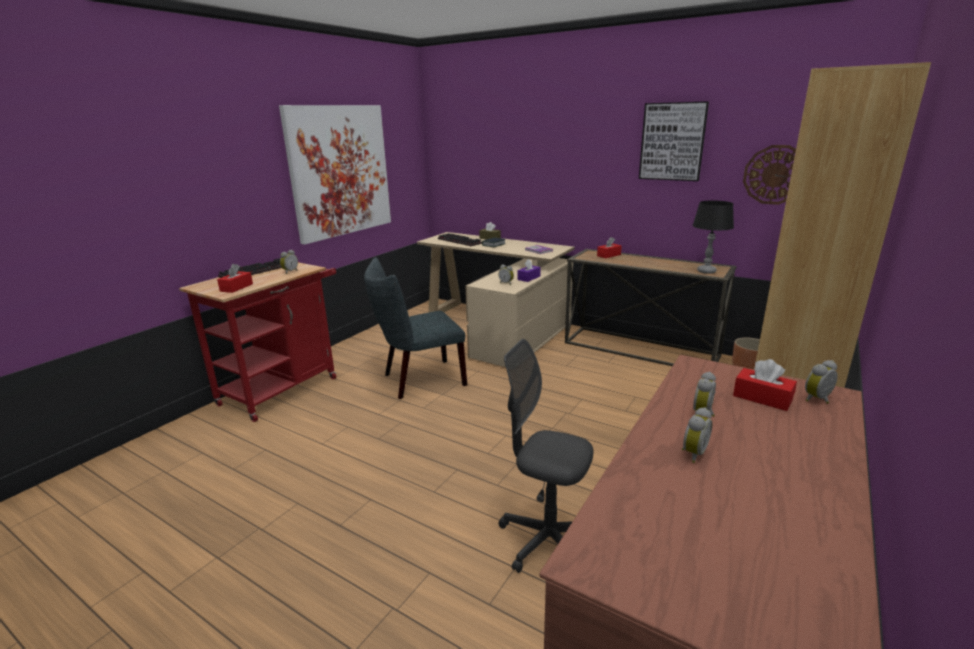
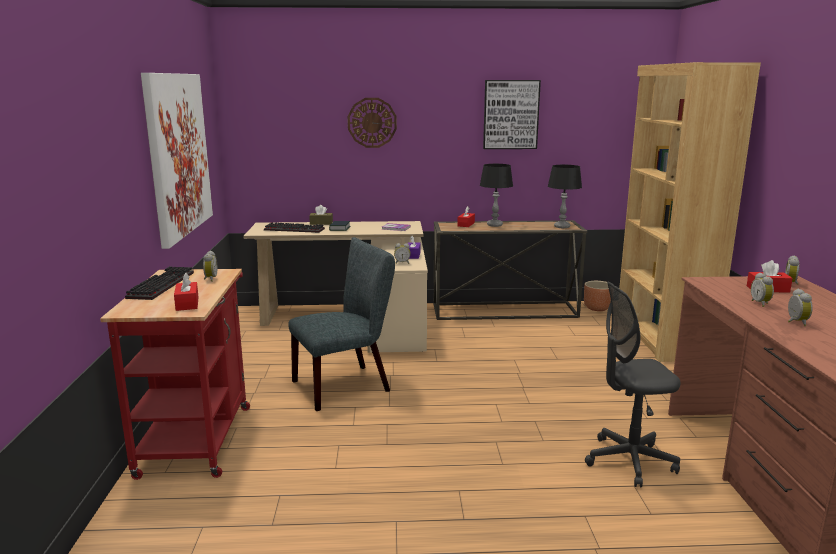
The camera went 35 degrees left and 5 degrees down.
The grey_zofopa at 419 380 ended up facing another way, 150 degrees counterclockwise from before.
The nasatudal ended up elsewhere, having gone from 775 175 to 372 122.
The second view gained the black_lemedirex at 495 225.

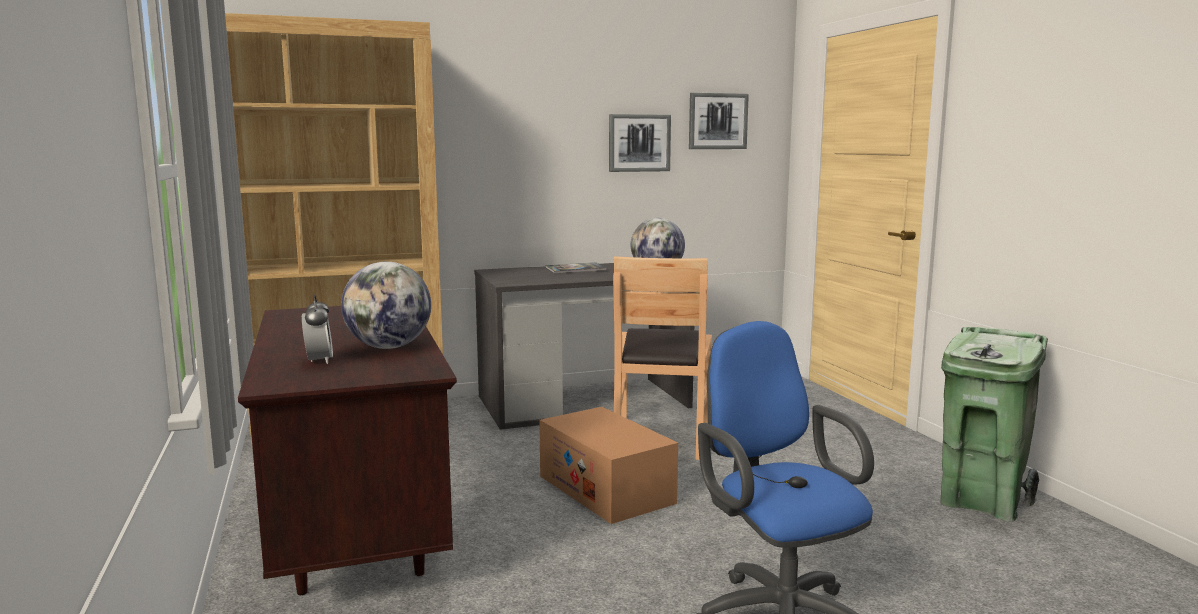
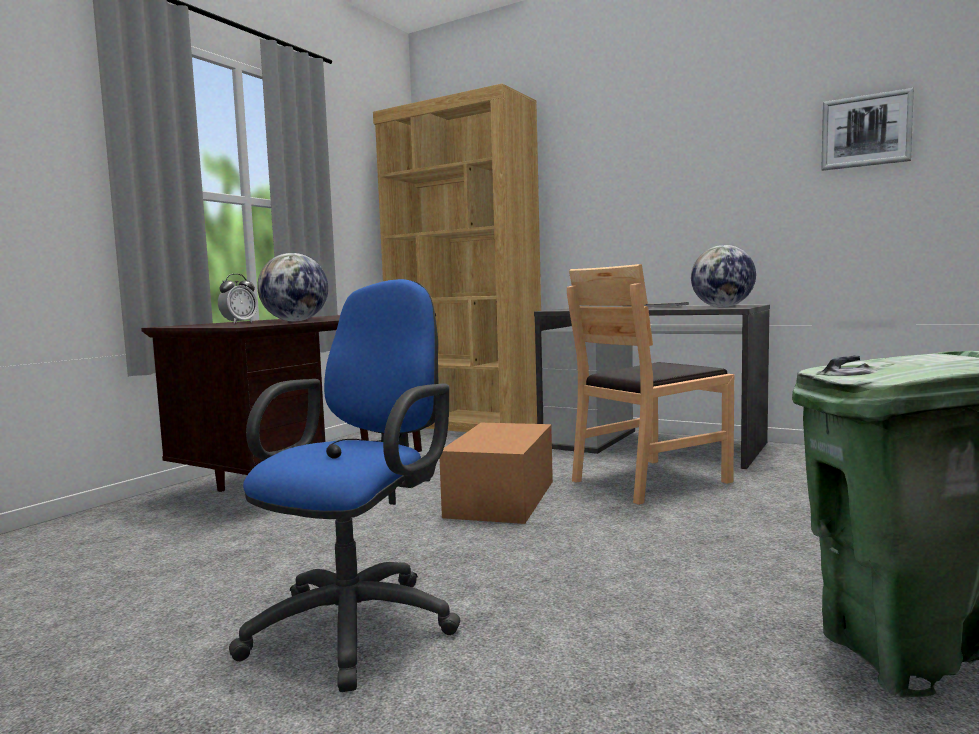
The camera went 50 degrees right and 5 degrees down.
The second view lost the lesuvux at 639 143.

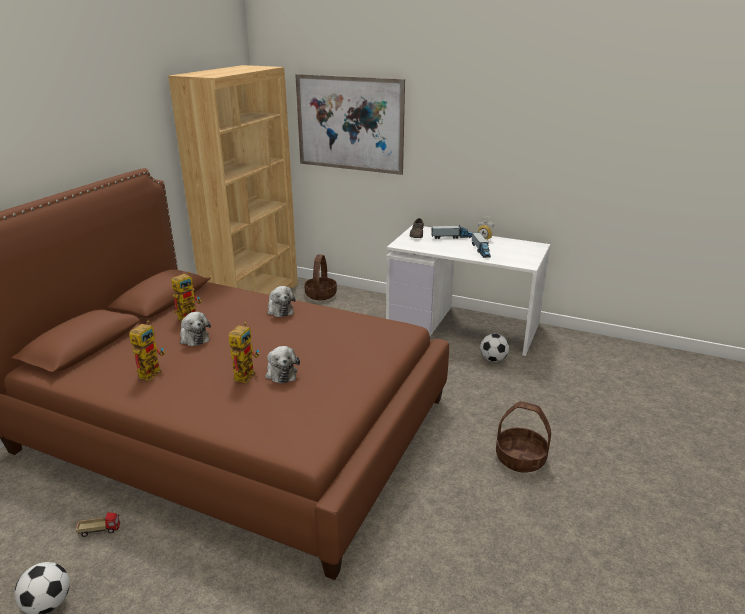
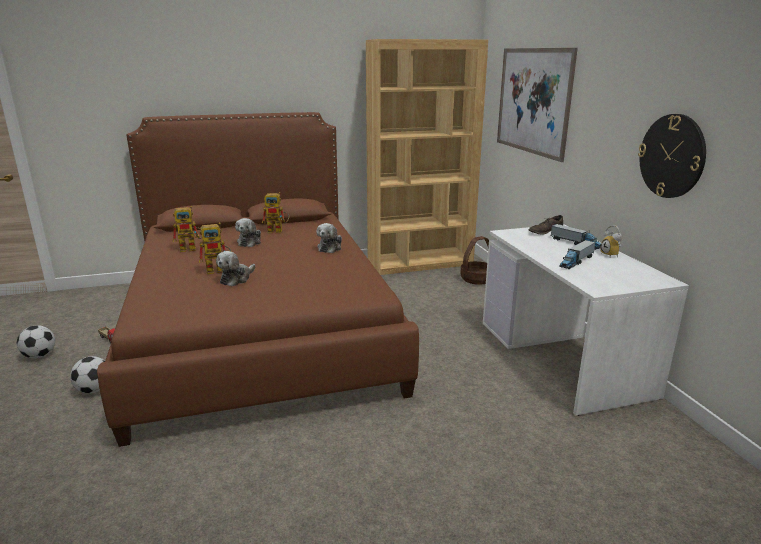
The camera went 50 degrees right and 5 degrees down.
The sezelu ended up elsewhere, having gone from 493 359 to 94 390.
The second view gained the nasatudal at 672 156.
The second view lost the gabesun at 520 458.

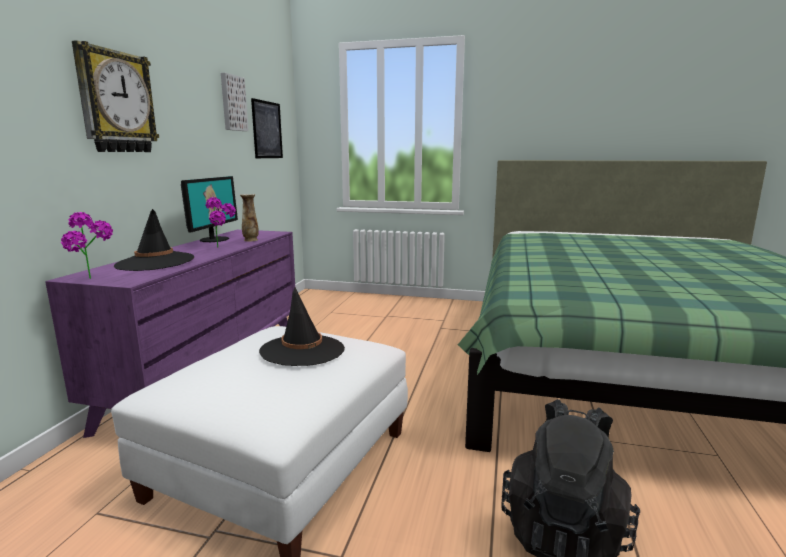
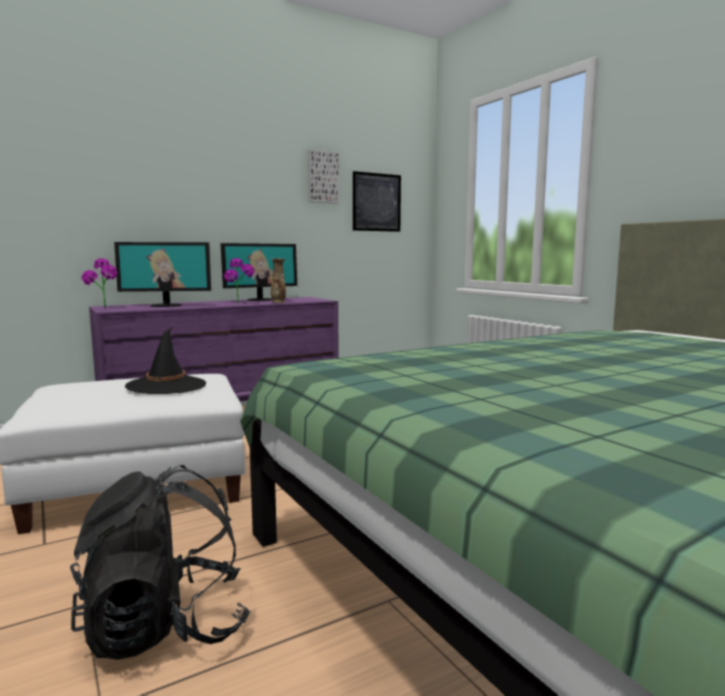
The camera went 45 degrees right and 5 degrees down.
Where the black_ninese stood at 155 262, the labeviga came to stand at 166 305.
The second view lost the nasatudal at 116 102.

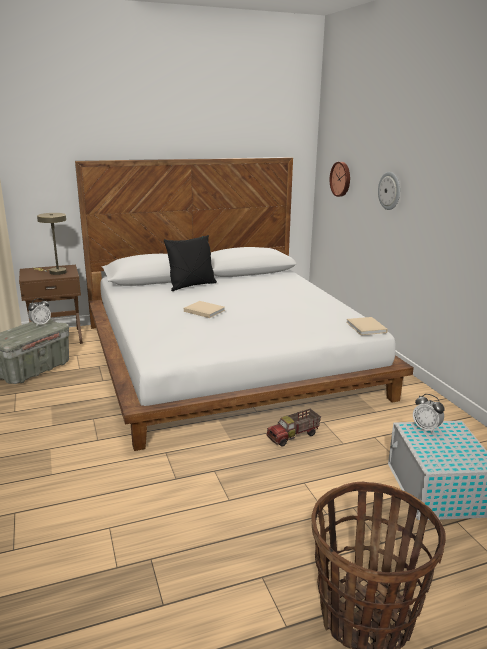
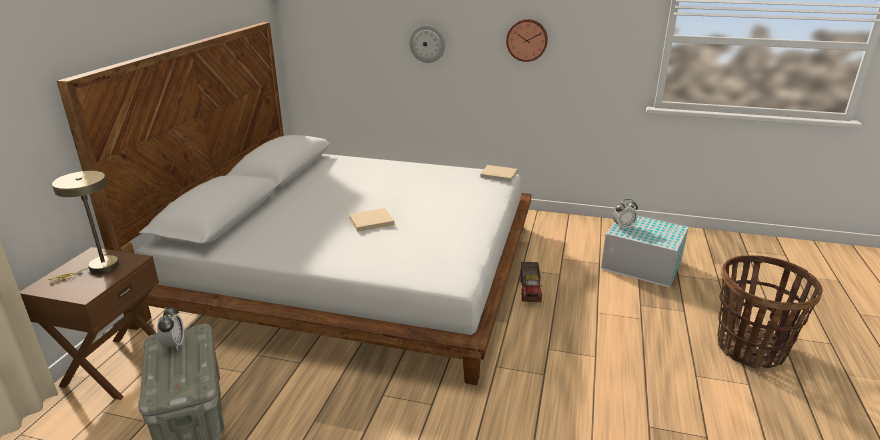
The camera went 55 degrees left and 5 degrees up.
The nasatudal ended up elsewhere, having gone from 341 179 to 527 40.
The second view lost the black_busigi at 191 285.

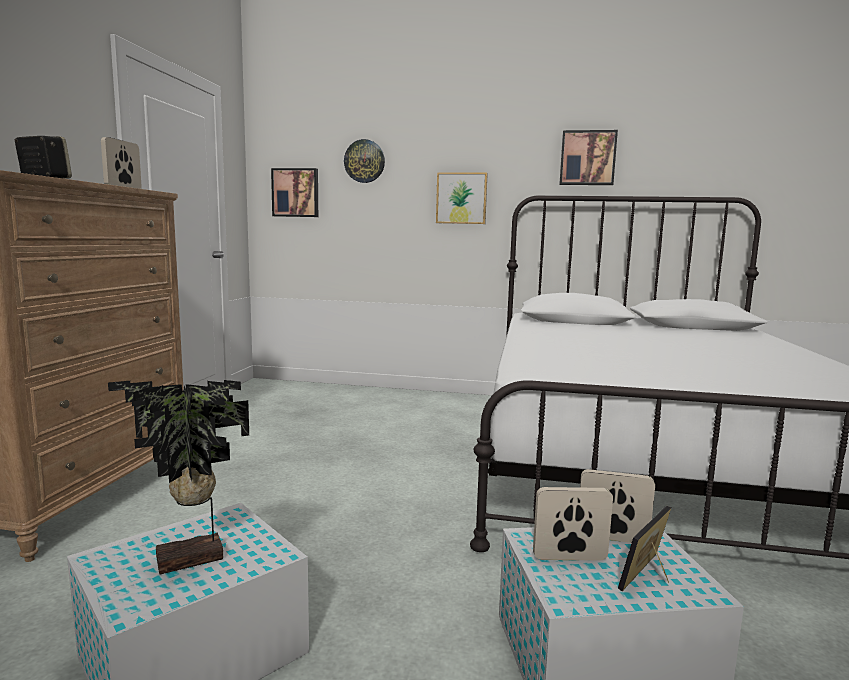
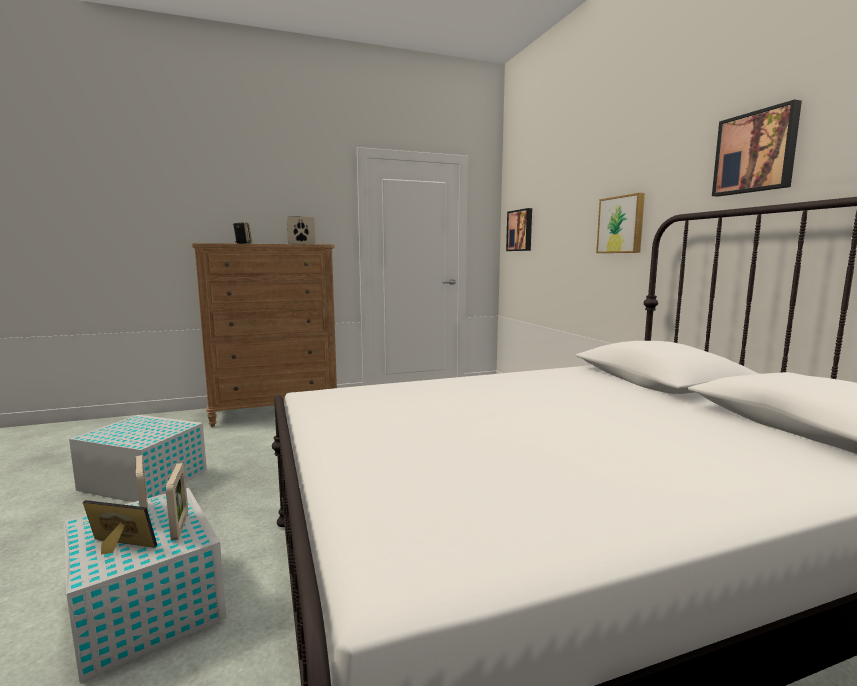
The camera went 60 degrees right and 0 degrees up.
The second view lost the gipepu at 192 561.
The second view lost the nasatudal at 364 161.

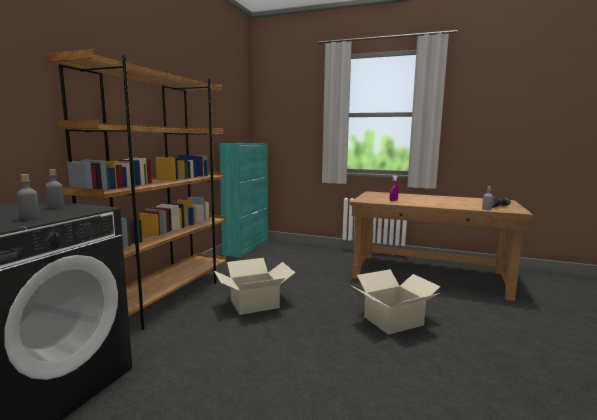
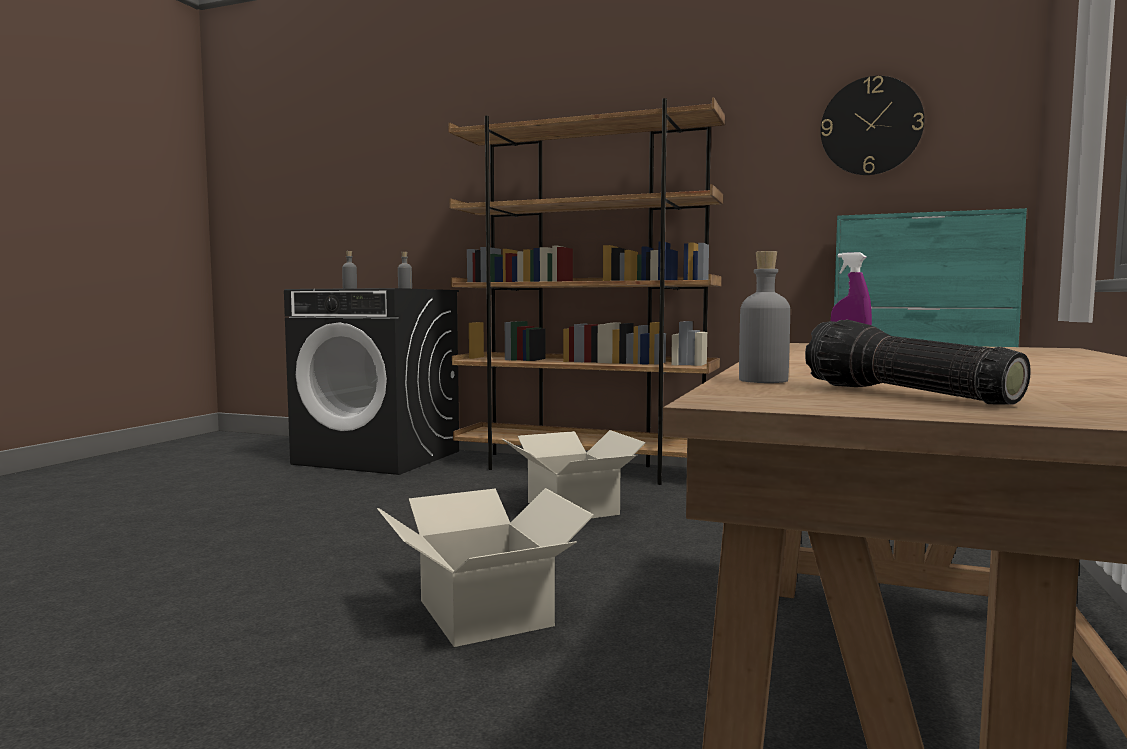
The camera went 90 degrees right and 5 degrees down.
The second view gained the nasatudal at 871 126.

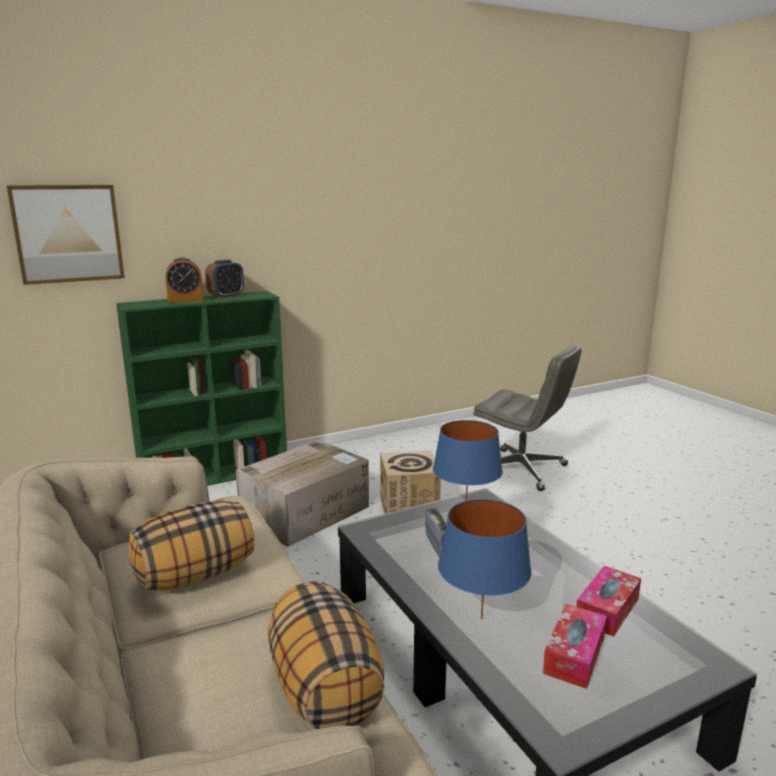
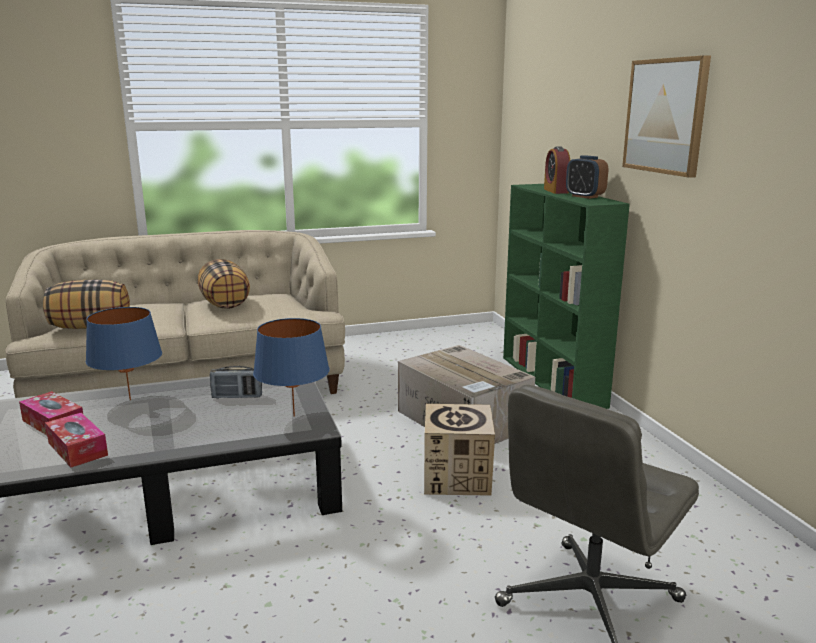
The camera went 100 degrees right and 0 degrees up.
The lesuvux ended up elsewhere, having gone from 68 233 to 666 116.

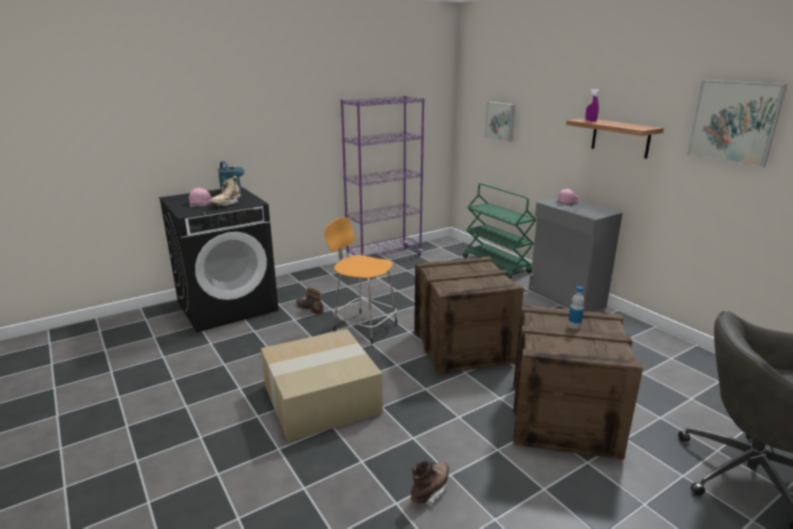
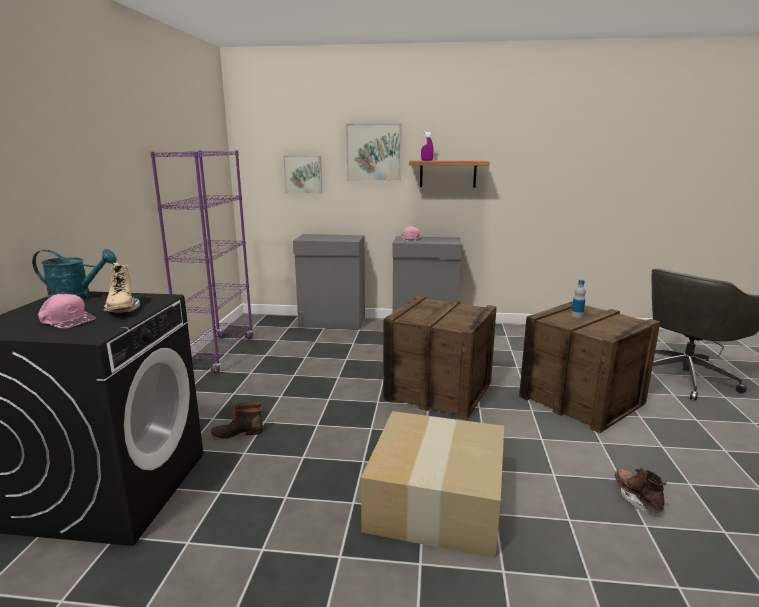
The camera went 50 degrees left and 5 degrees down.
Where the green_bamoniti stood at 496 265, the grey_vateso came to stand at 332 322.
The lesuvux ended up elsewhere, having gone from 734 122 to 373 152.
The second view lost the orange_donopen at 363 327.

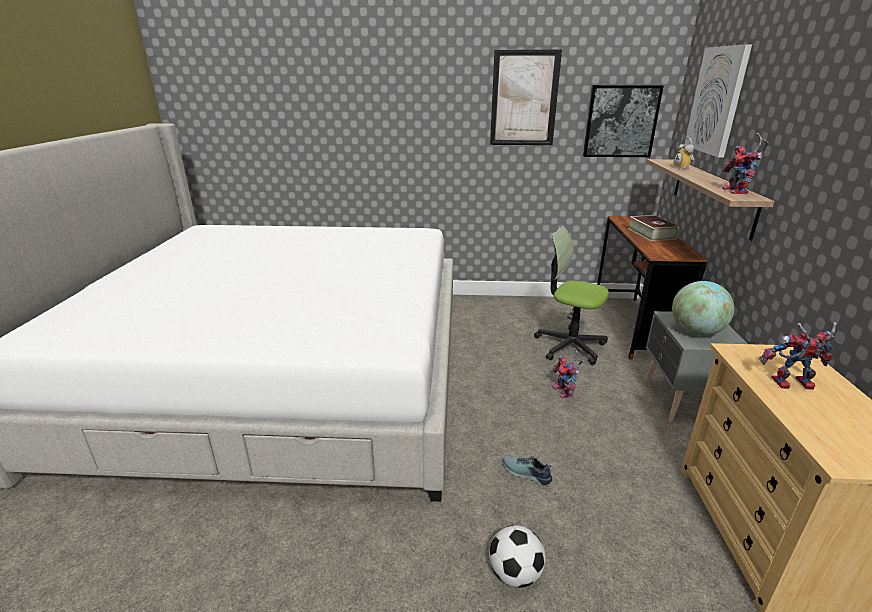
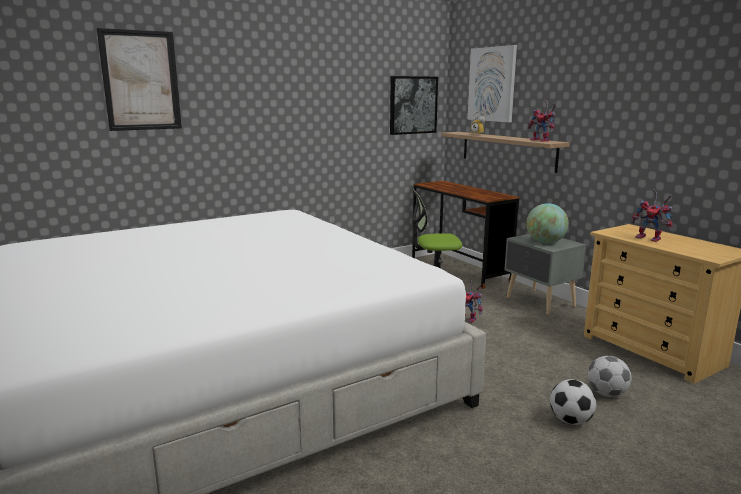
The camera went 35 degrees left and 10 degrees down.
The lesuvux ended up elsewhere, having gone from 524 99 to 141 81.
The second view gained the sezelu at 607 393.
The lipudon at 790 385 ended up facing another way, 105 degrees counterclockwise from before.
The second view lost the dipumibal at 526 473.
The second view lost the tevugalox at 651 234.

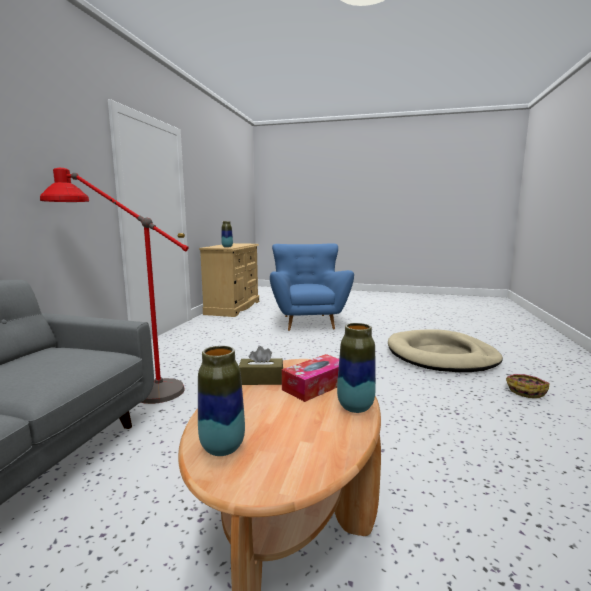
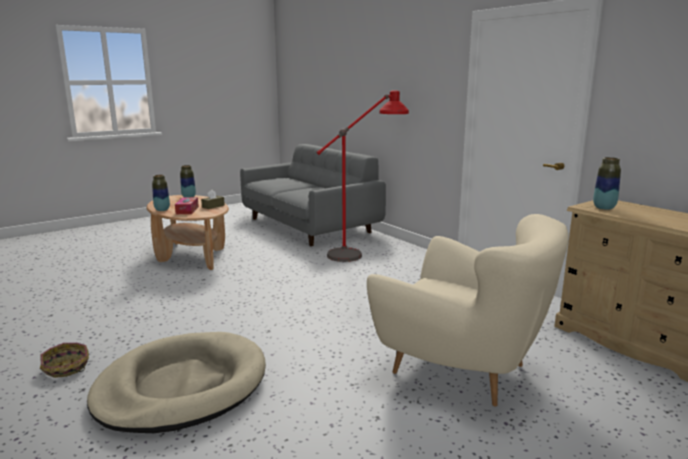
The camera went 130 degrees right and 5 degrees up.
What was the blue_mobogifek at 307 322 turned into the beige_mobogifek at 462 369.

